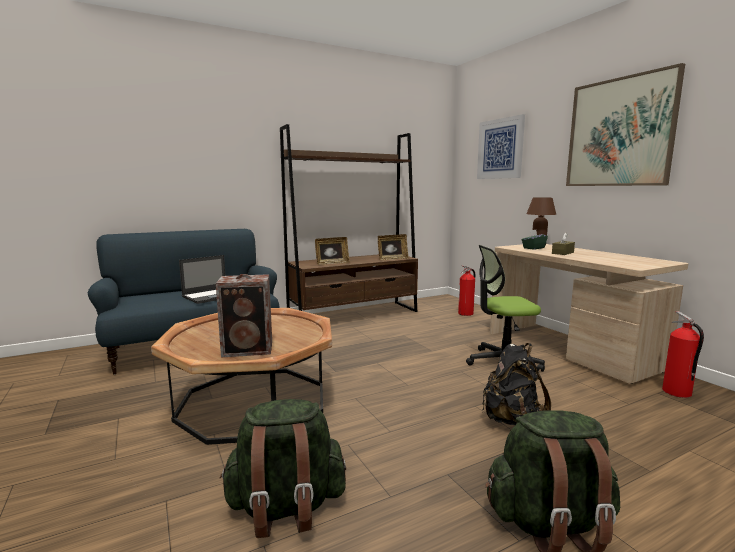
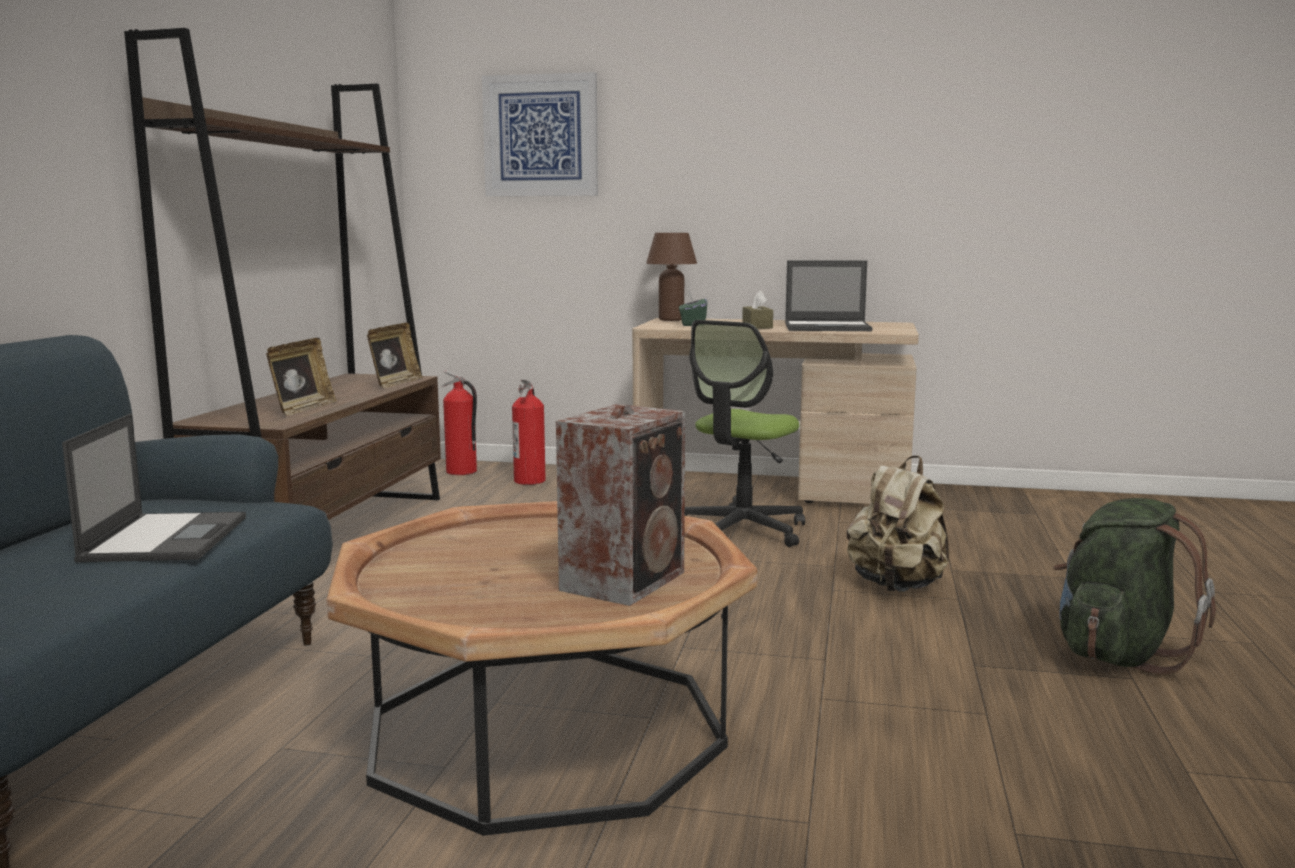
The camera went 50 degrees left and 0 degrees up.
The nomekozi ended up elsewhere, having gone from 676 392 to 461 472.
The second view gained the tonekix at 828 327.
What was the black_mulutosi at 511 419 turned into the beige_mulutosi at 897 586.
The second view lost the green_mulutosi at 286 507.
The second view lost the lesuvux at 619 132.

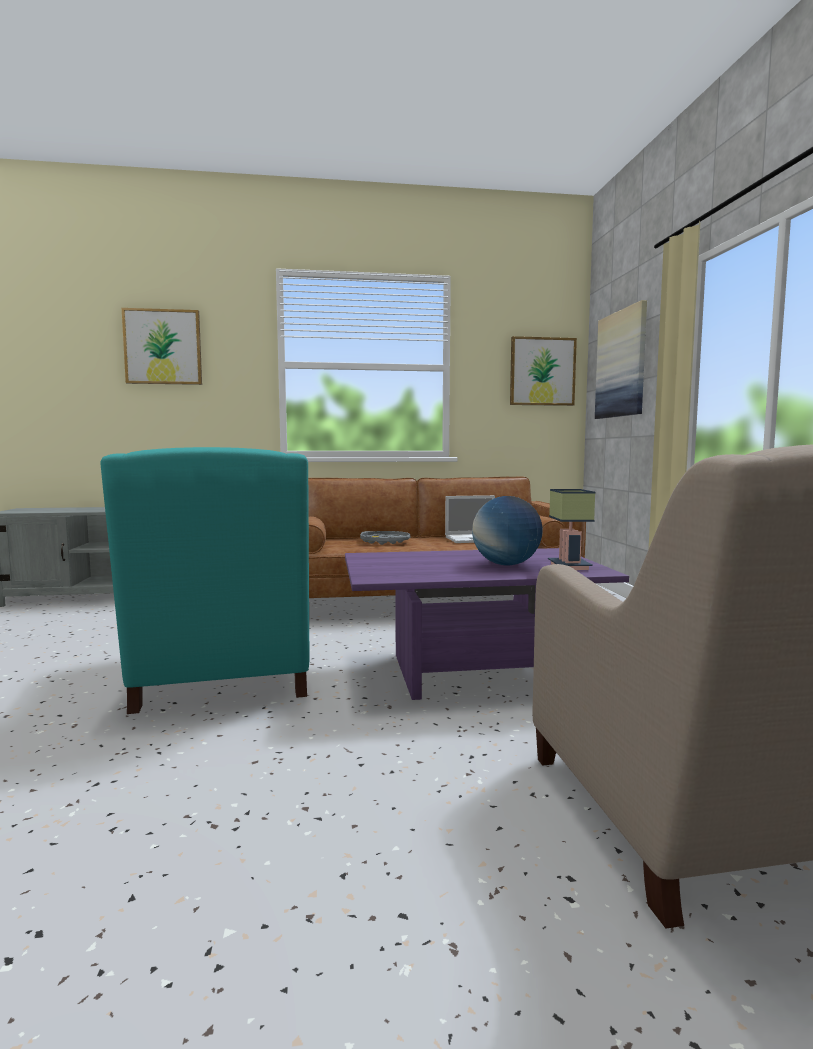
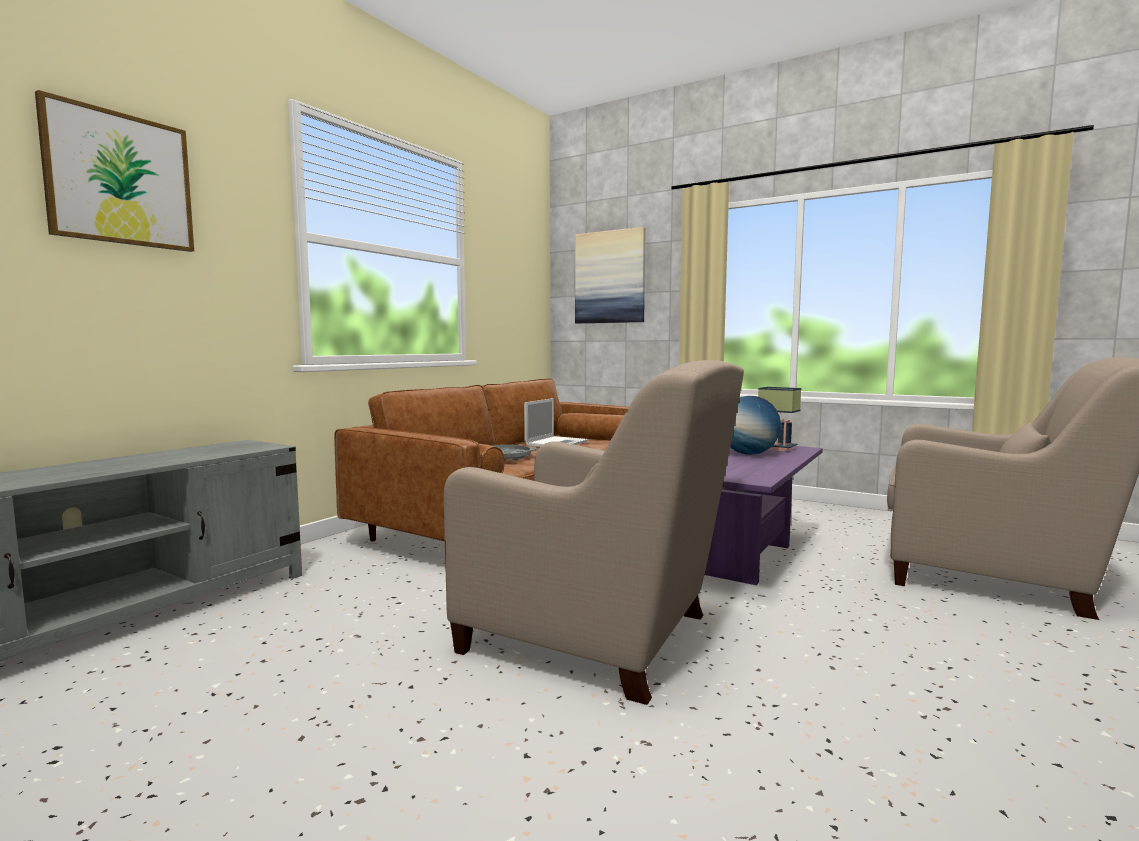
The camera went 50 degrees left and 0 degrees up.
What was the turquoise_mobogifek at 223 676 turned into the beige_mobogifek at 596 635.
The second view lost the lesuvux at 542 371.

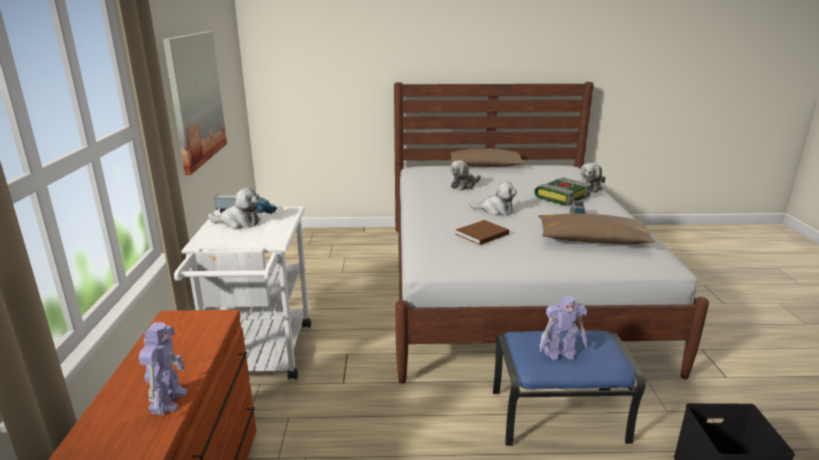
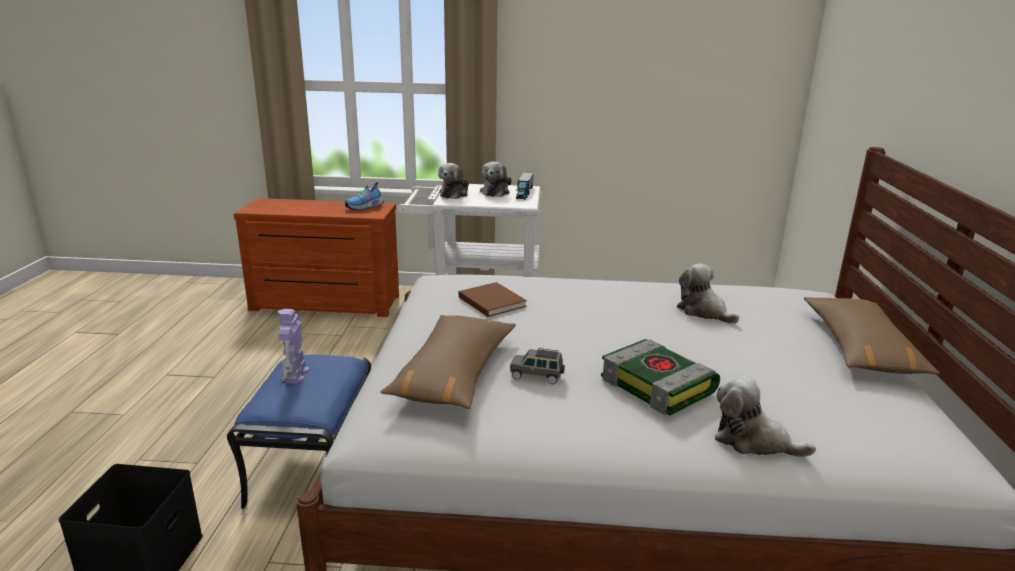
The camera went 95 degrees right and 0 degrees up.
The second view gained the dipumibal at 365 207.
The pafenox ended up elsewhere, having gone from 495 210 to 455 194.
The second view lost the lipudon at 169 399.
The second view lost the lesuvux at 195 99.

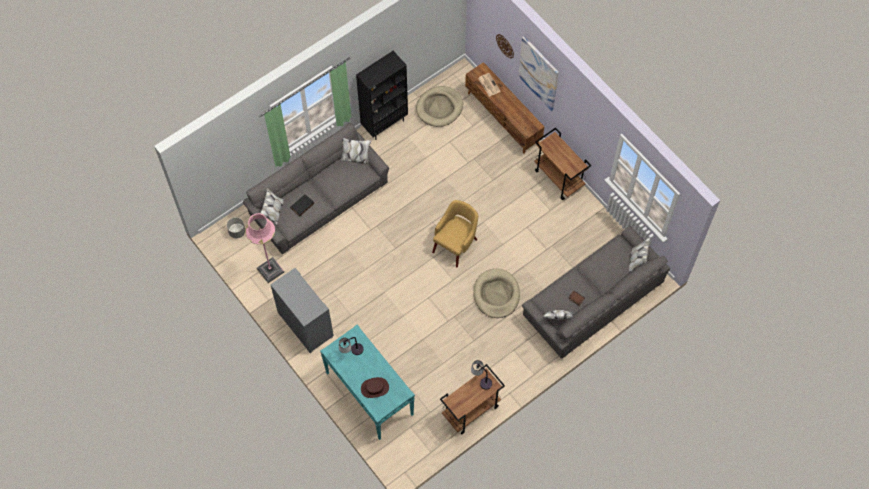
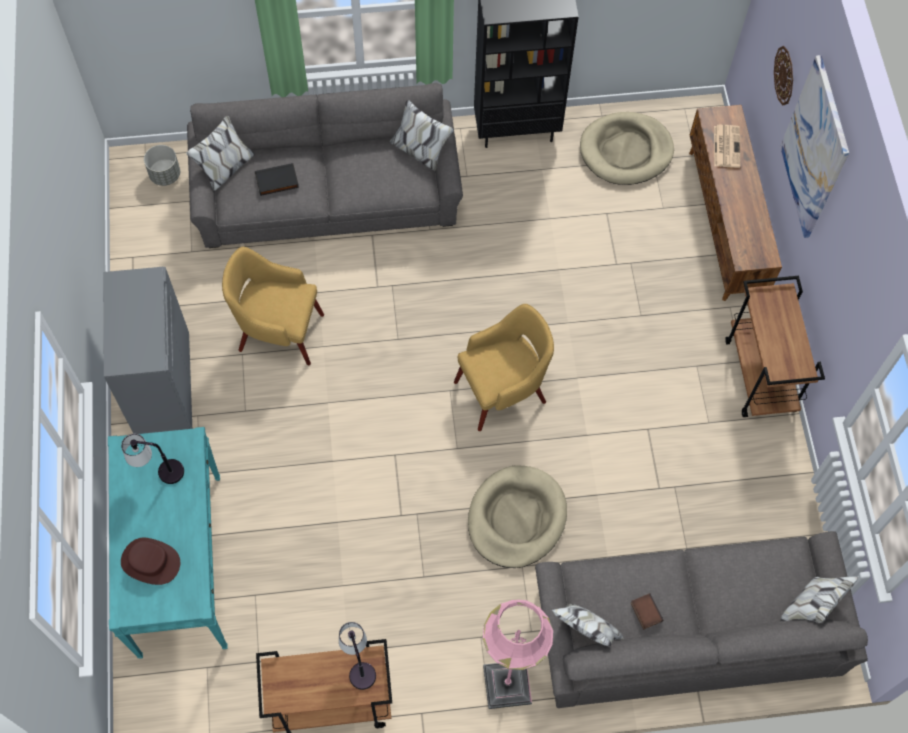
The camera went 30 degrees right and 0 degrees up.
The second view gained the yellow_mobogifek at 278 331.
The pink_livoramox ended up elsewhere, having gone from 270 270 to 507 685.

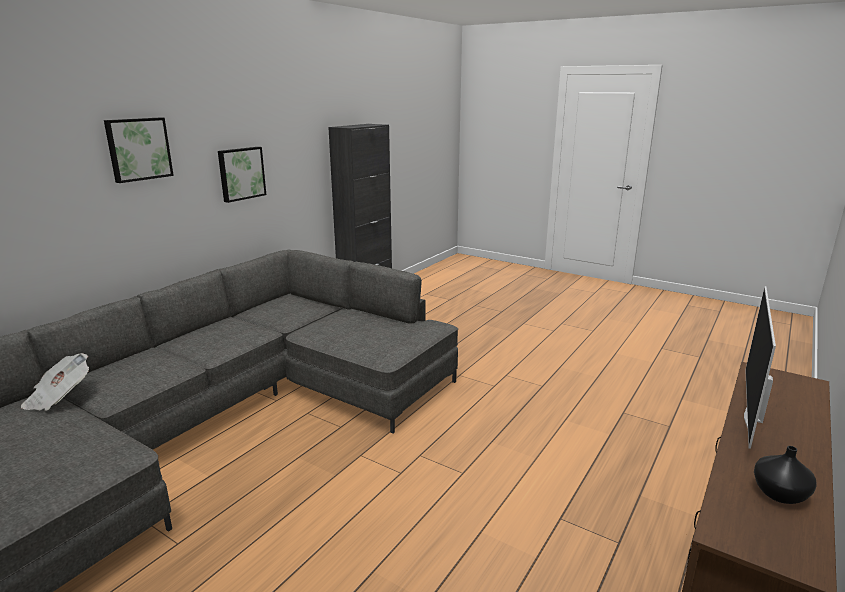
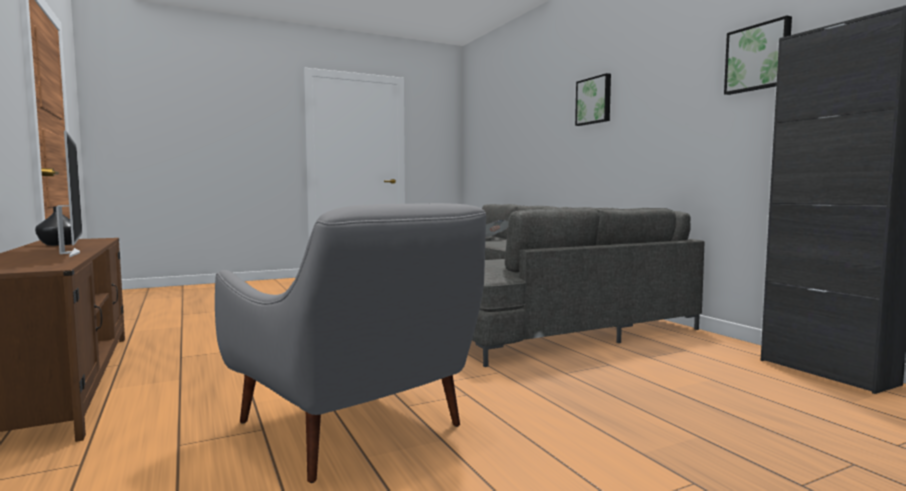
The camera went 120 degrees right and 15 degrees down.
The second view gained the grey_mobogifek at 355 428.
The lesuvux ended up elsewhere, having gone from 241 173 to 758 58.

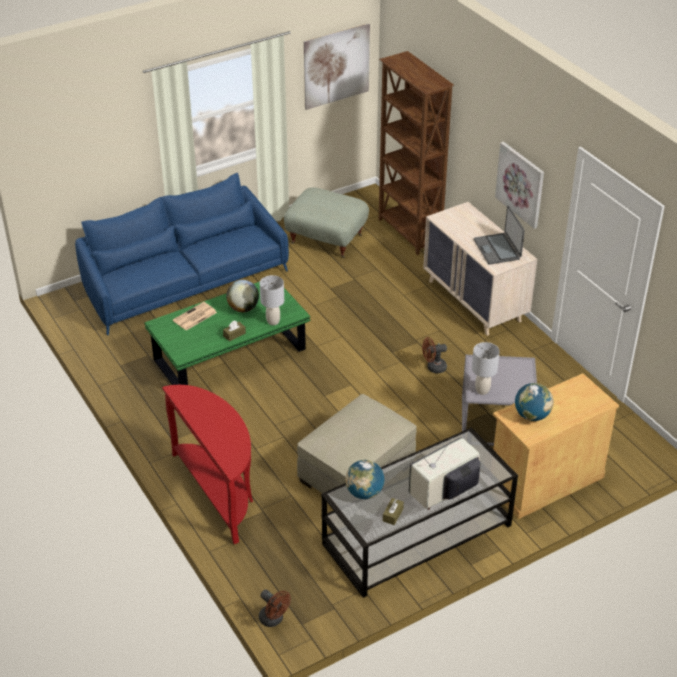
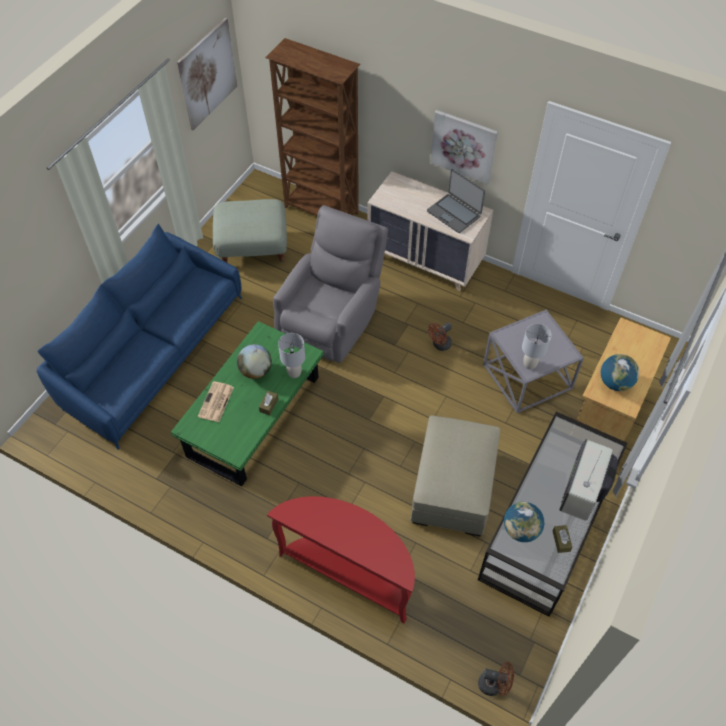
The camera went 30 degrees left and 15 degrees up.
The second view gained the grey_mobogifek at 331 317.

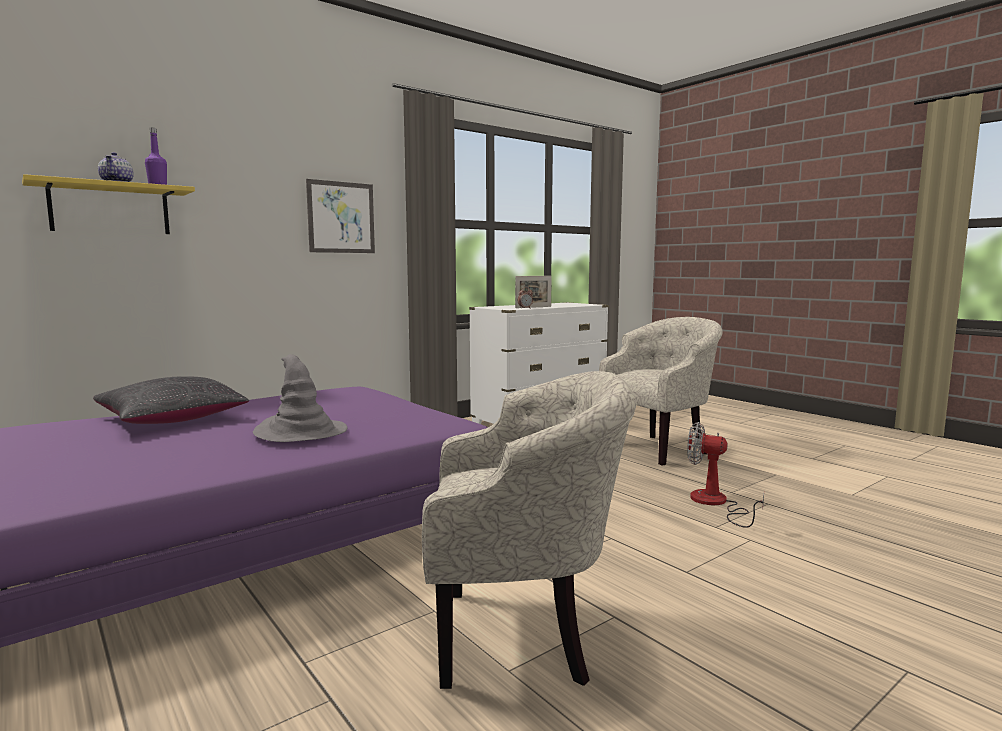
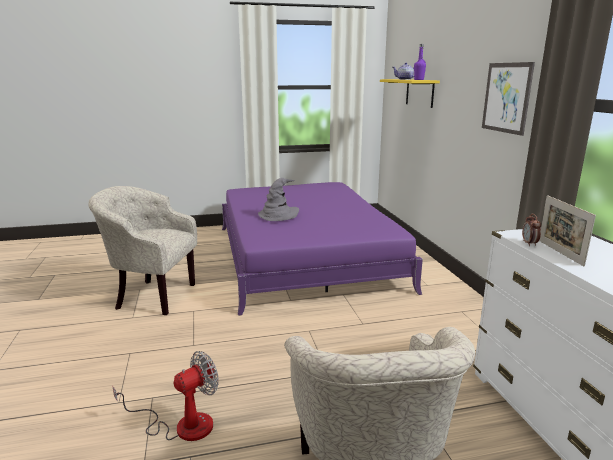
The camera went 115 degrees right and 10 degrees up.
The beige_mobogifek at 524 635 ended up facing another way, 75 degrees clockwise from before.
The second view lost the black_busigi at 172 420.

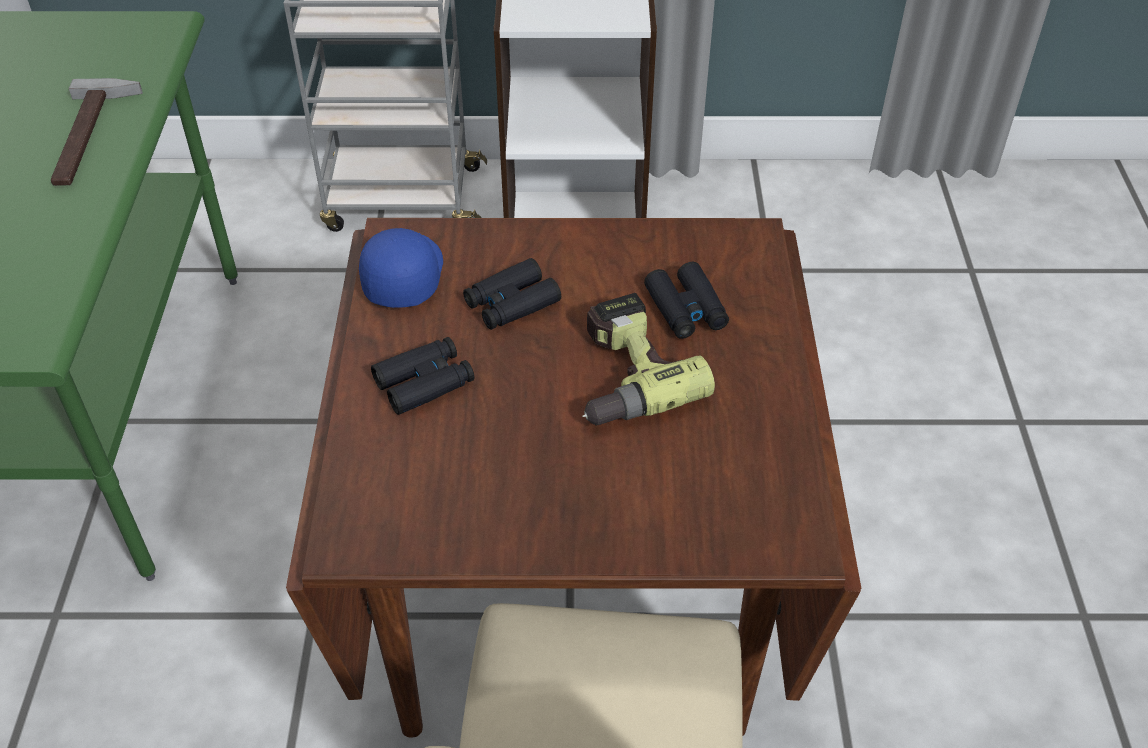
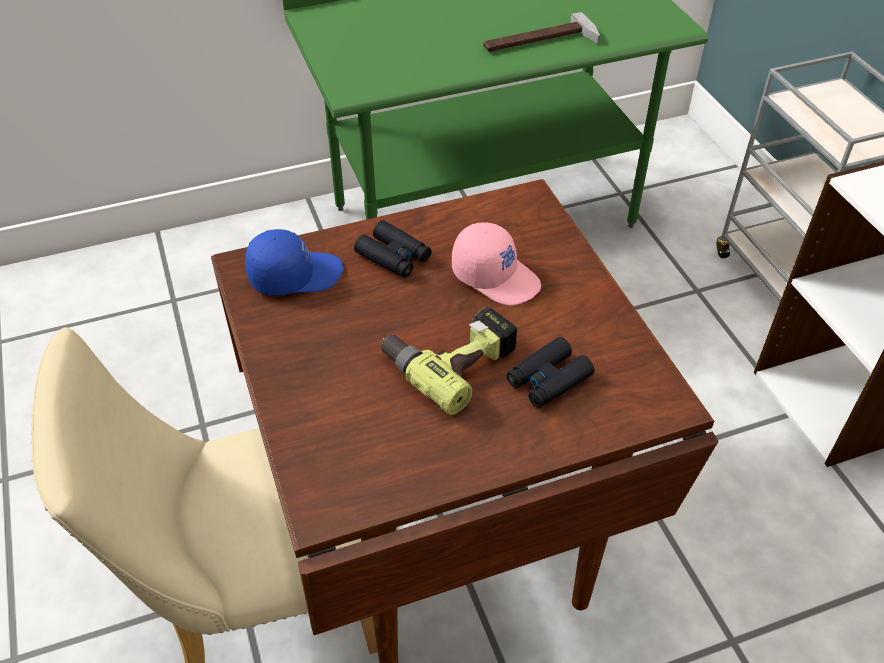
The camera went 70 degrees right and 0 degrees up.
The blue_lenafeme ended up elsewhere, having gone from 402 276 to 295 274.
Where the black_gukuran stood at 511 303, the pink_lenafeme came to stand at 496 276.

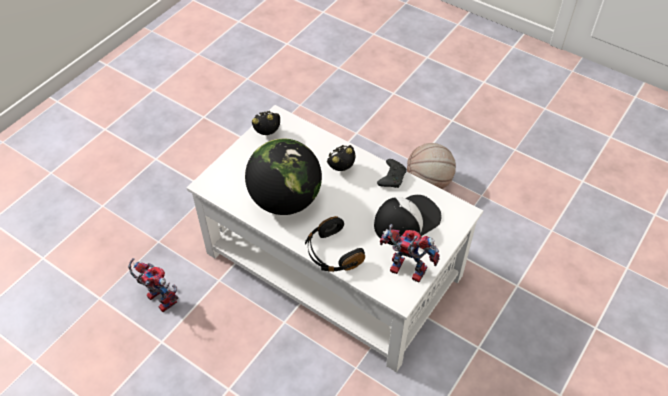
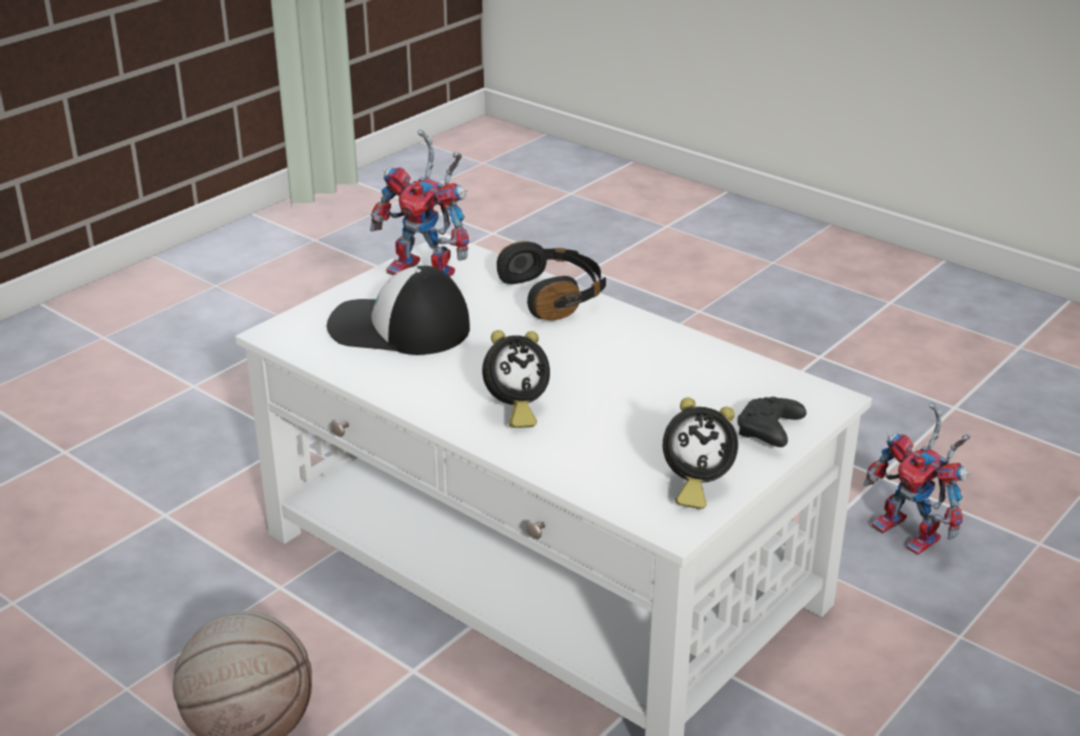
The camera went 175 degrees left and 20 degrees down.
The lenafeme at 406 220 ended up facing another way, 45 degrees clockwise from before.
The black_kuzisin ended up elsewhere, having gone from 392 177 to 769 433.
The second view lost the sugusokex at 285 200.

